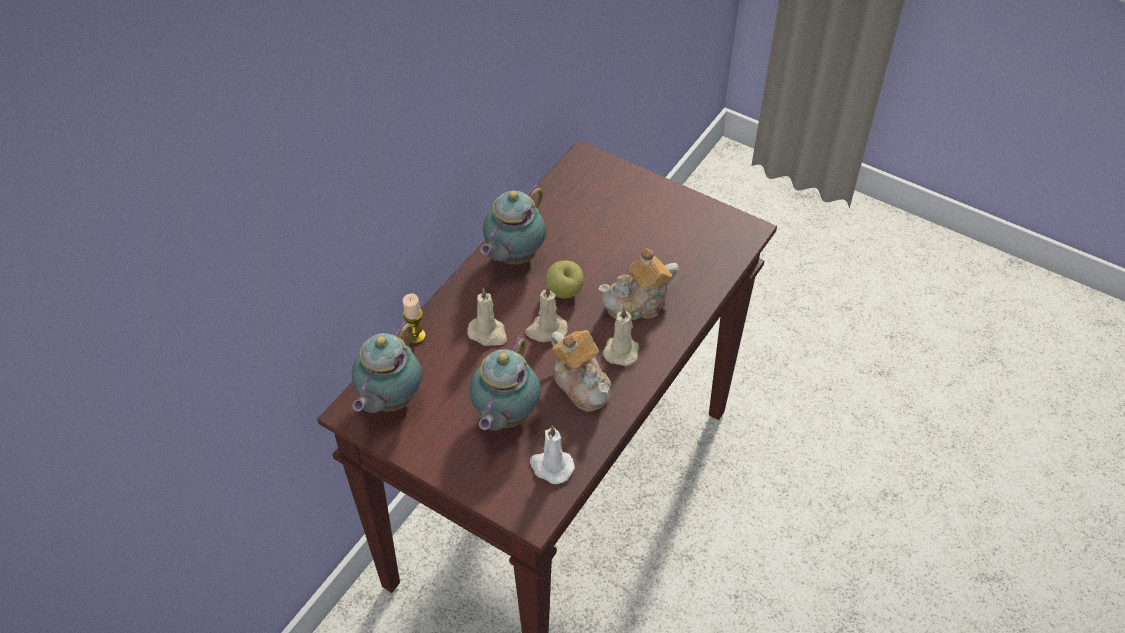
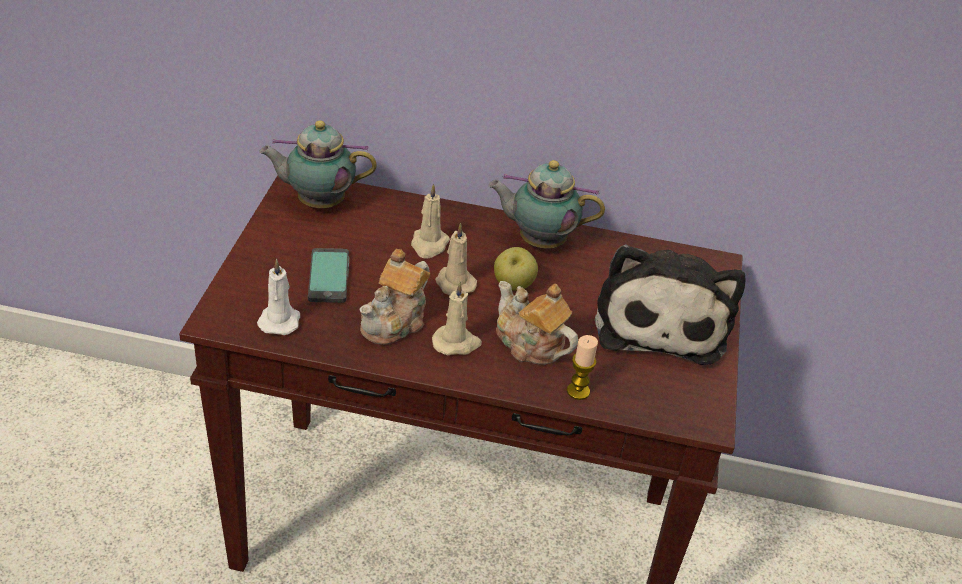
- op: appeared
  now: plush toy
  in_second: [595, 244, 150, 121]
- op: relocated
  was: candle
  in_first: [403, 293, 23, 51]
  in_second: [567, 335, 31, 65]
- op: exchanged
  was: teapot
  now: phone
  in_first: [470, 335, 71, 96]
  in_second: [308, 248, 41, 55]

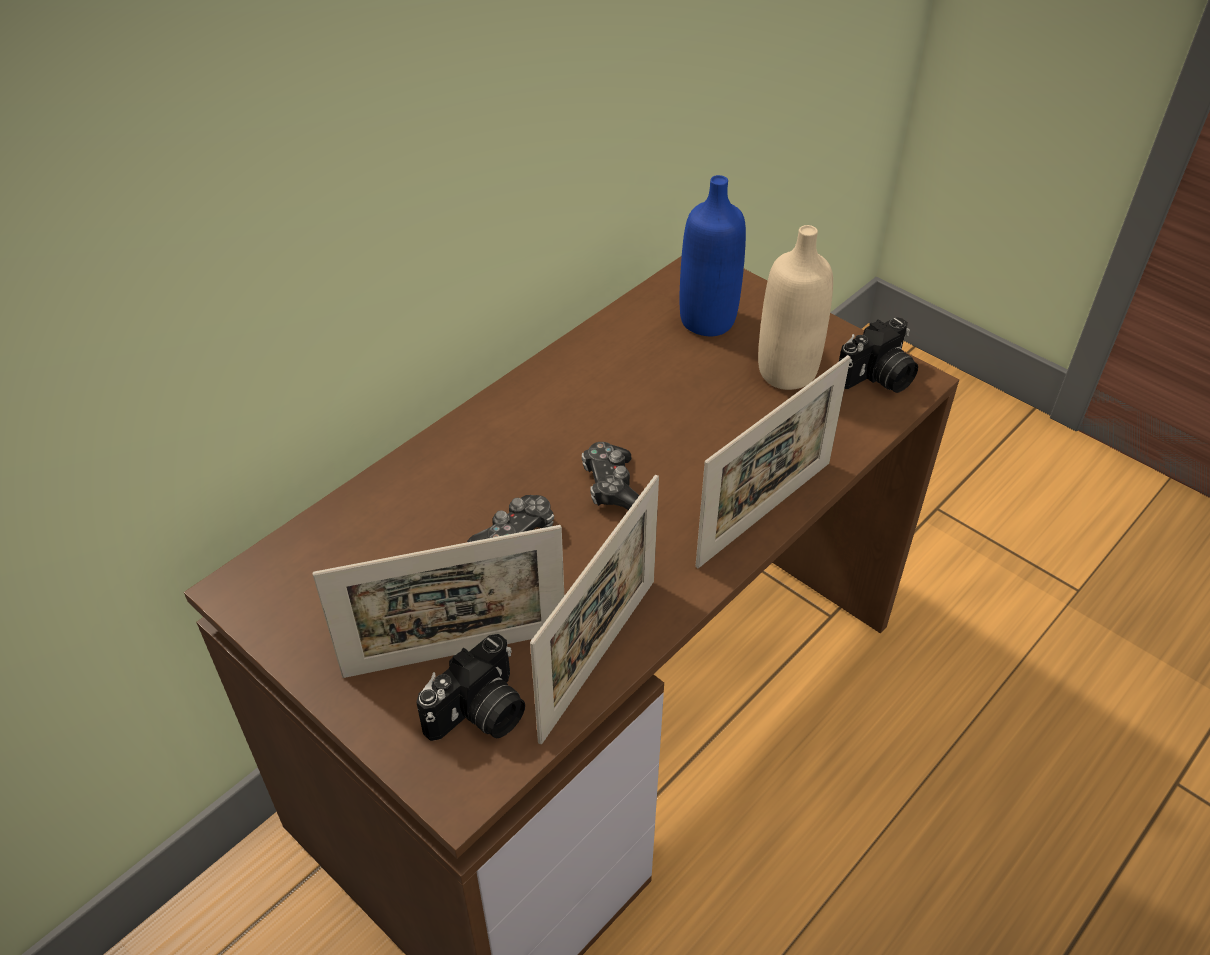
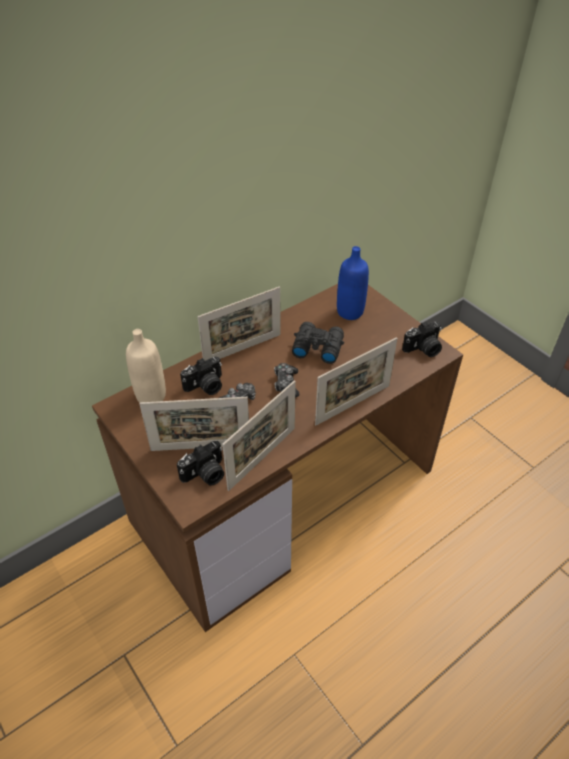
- op: appeared
  now: photo camera
  in_second: [180, 357, 42, 38]
- op: appeared
  now: picture frame
  in_second: [198, 286, 83, 75]
- op: appeared
  now: binoculars in black
  in_second: [292, 322, 53, 42]
- op: relocated
  was: bottle in beige
  in_first: [758, 225, 75, 165]
  in_second: [126, 329, 40, 74]

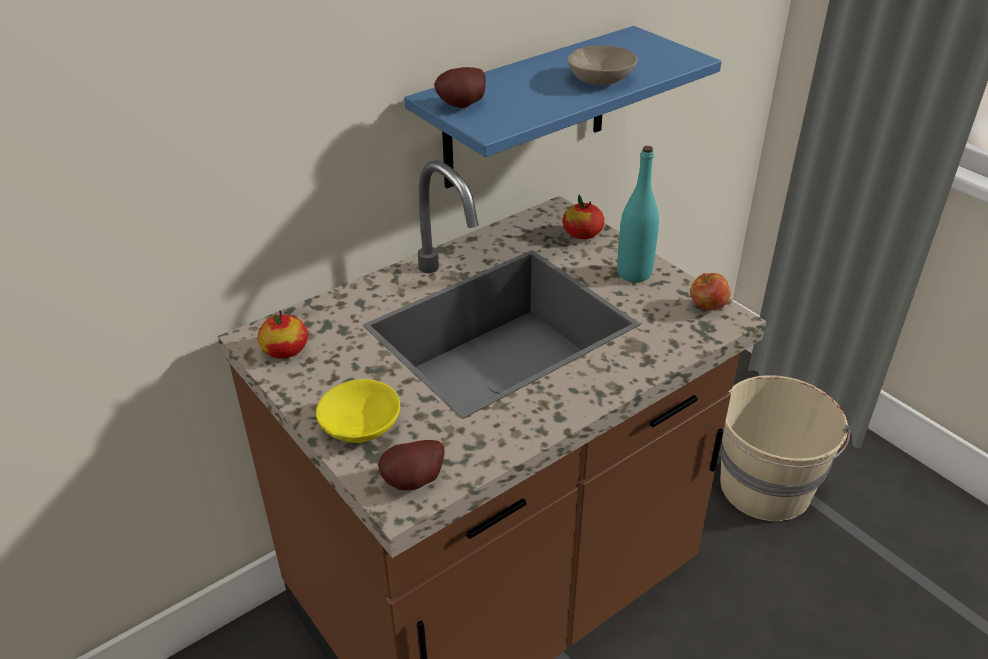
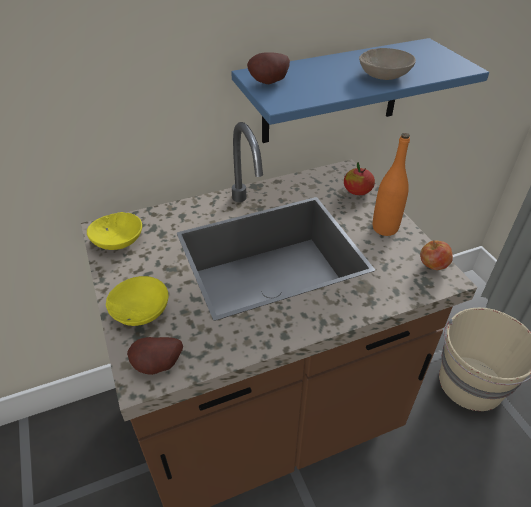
- op: exchanged
  was: apple
  now: bowl in yellow
  in_first: [258, 310, 50, 49]
  in_second: [87, 212, 55, 38]
- op: colour
  was: bottle in turquoise
  now: bottle in orange
  in_first: [617, 146, 42, 136]
  in_second: [373, 133, 37, 103]

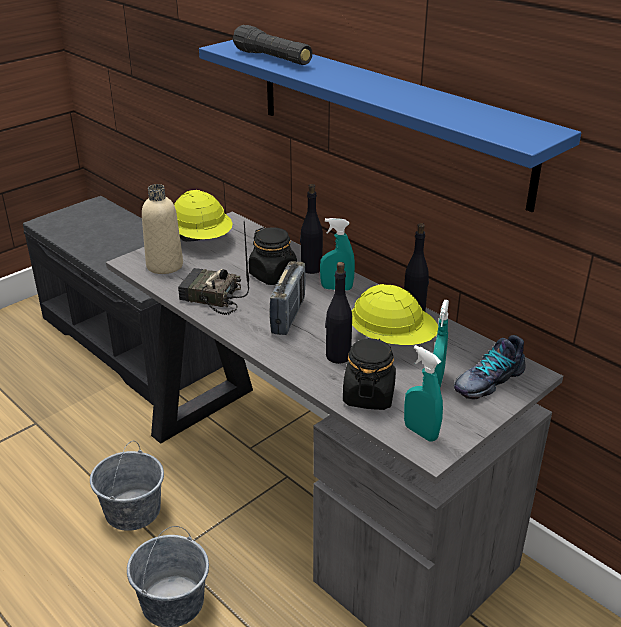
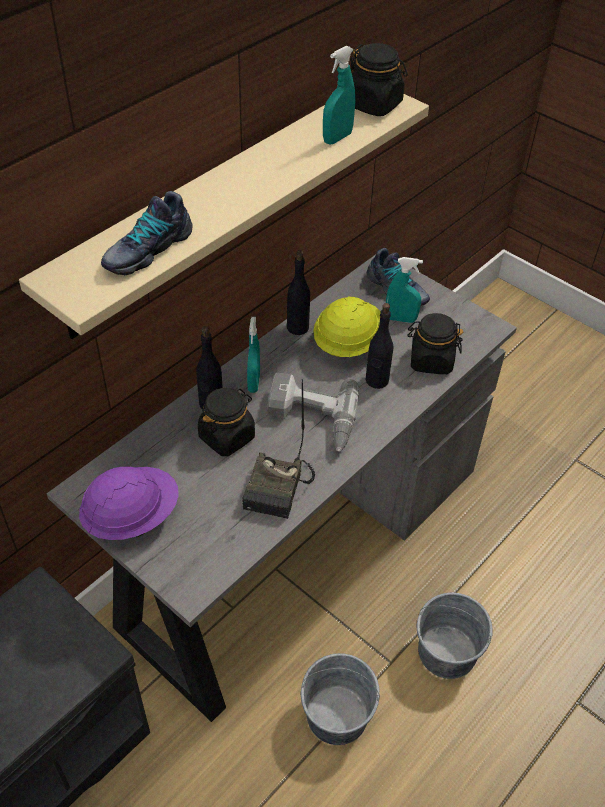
- op: missing
  was: bottle in beige
  in_first: [142, 184, 41, 90]
- op: appeared
  now: jar in black
  in_second: [350, 43, 58, 73]
- op: relocated
  was: spray bottle in turquoise
  in_first: [404, 345, 39, 97]
  in_second: [323, 46, 32, 99]
- op: exchanged
  was: flashlight in black
  now: shoe
  in_first: [233, 25, 80, 40]
  in_second: [101, 191, 91, 84]
- op: exchanged
  was: radio
  now: power drill
  in_first: [269, 261, 37, 74]
  in_second: [267, 372, 92, 80]
- op: colour
  was: hard hat in yellow
  now: hard hat in purple
  in_first: [174, 190, 59, 52]
  in_second: [79, 467, 100, 73]
- op: colour
  was: shelf in blue
  now: shelf in beige
  in_first: [199, 40, 382, 172]
  in_second: [19, 94, 410, 245]

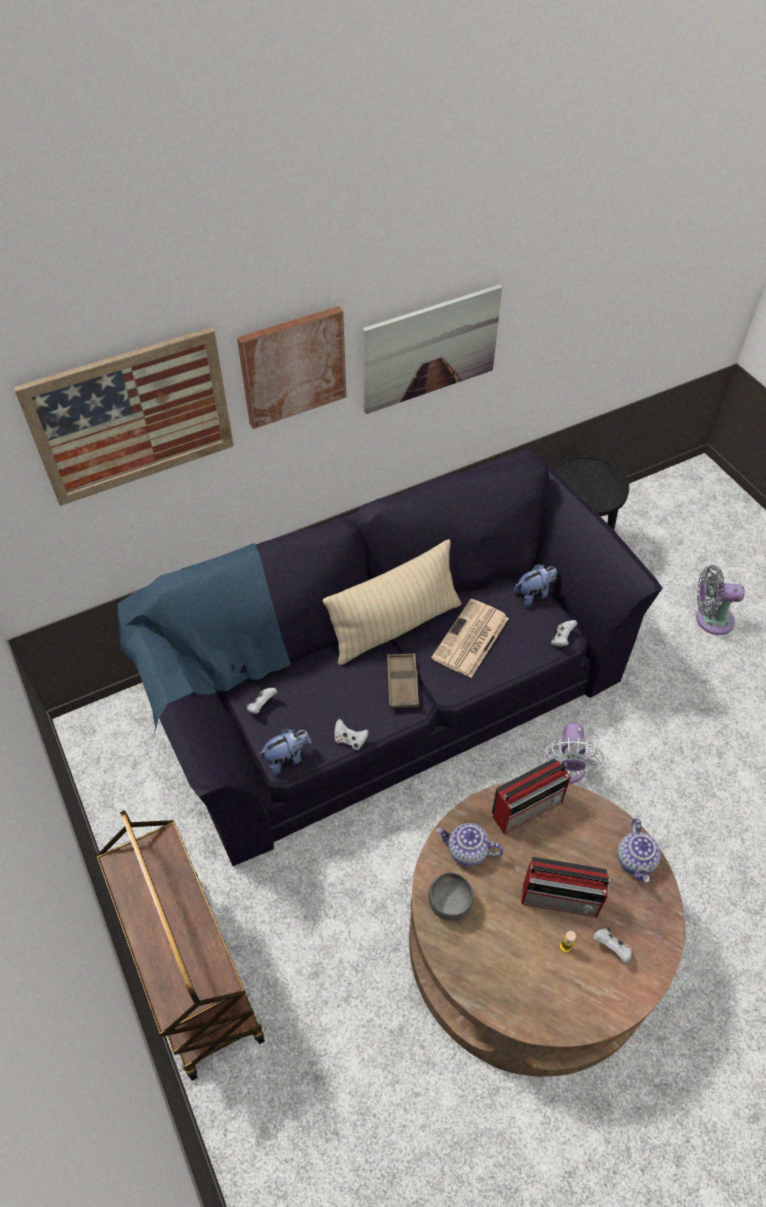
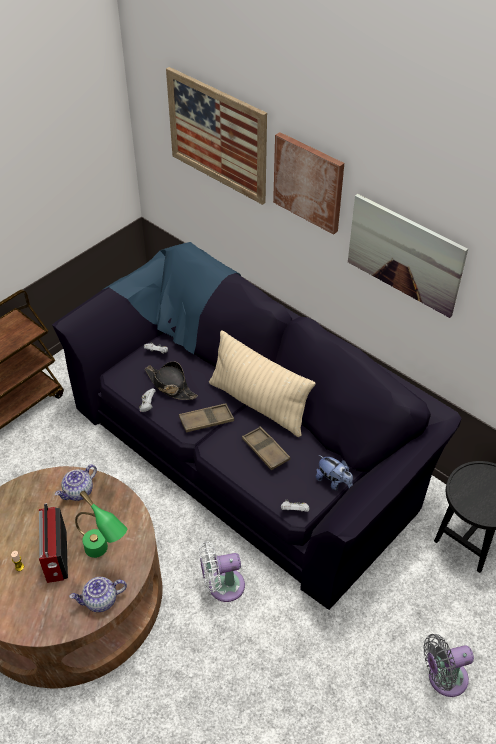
- op: missing
  was: plush toy
  in_first: [259, 728, 53, 47]
- op: missing
  was: bowl in grey
  in_first: [429, 873, 45, 48]
- op: missing
  was: radio
  in_first: [492, 758, 79, 76]
- op: missing
  was: game controller in white
  in_first: [593, 927, 39, 36]
- op: appeared
  now: table lamp in green
  in_second: [75, 490, 52, 68]
- op: appeared
  now: hat in black
  in_second: [145, 361, 53, 39]
- op: exchanged
  was: newspaper
  now: tray in brown
  in_first: [431, 599, 78, 79]
  in_second: [242, 426, 48, 44]
- op: spun
  was: teapot
  in_first: [436, 823, 68, 44]
  in_second: [55, 464, 42, 37]
  clockwise: -135
- op: spun
  was: fan in grey
  in_first: [696, 565, 49, 70]
  in_second: [423, 634, 51, 63]
  clockwise: -90

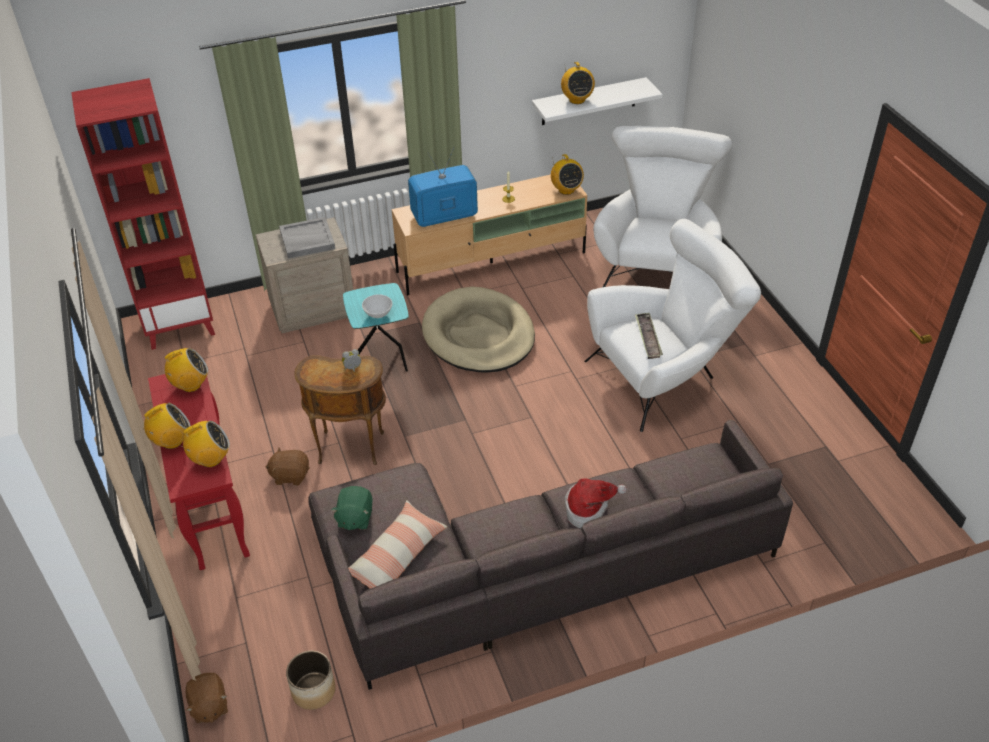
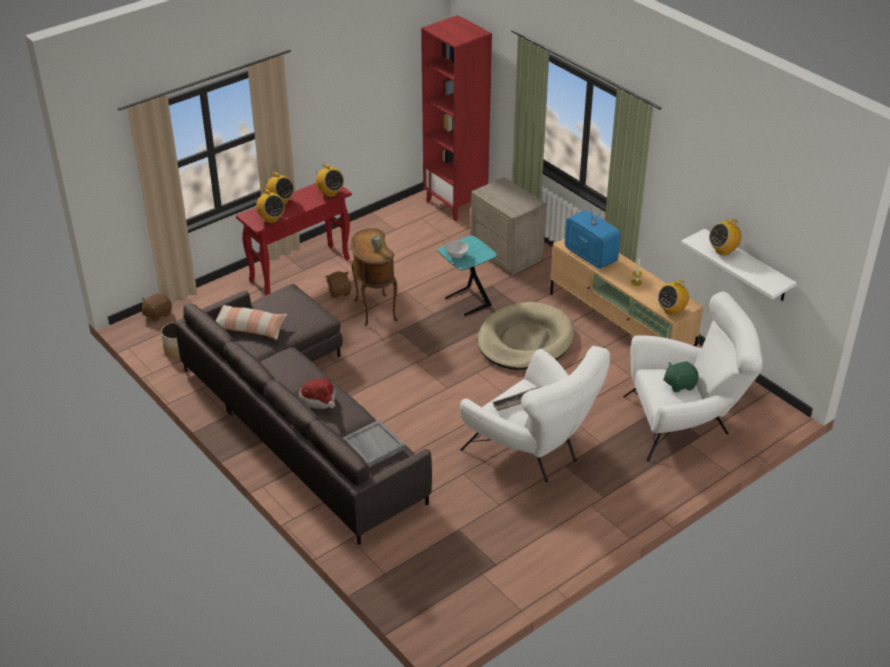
- op: relocated
  was: tray in grey
  in_first: [279, 217, 56, 41]
  in_second: [343, 420, 62, 47]
- op: relocated
  was: plush toy in green
  in_first: [331, 486, 41, 44]
  in_second: [663, 362, 36, 31]

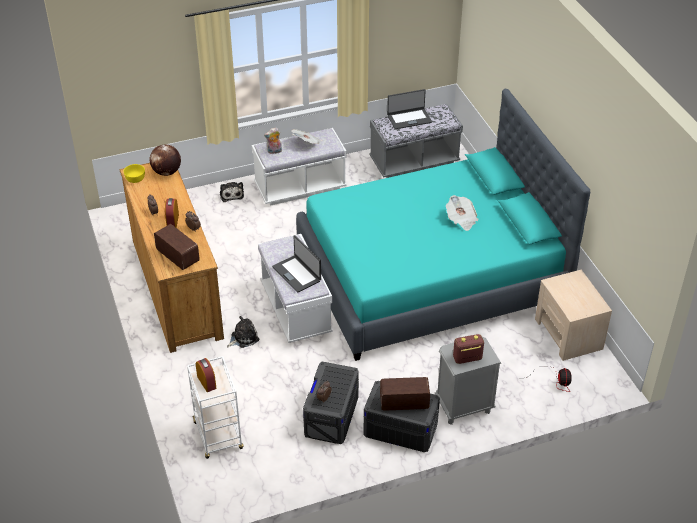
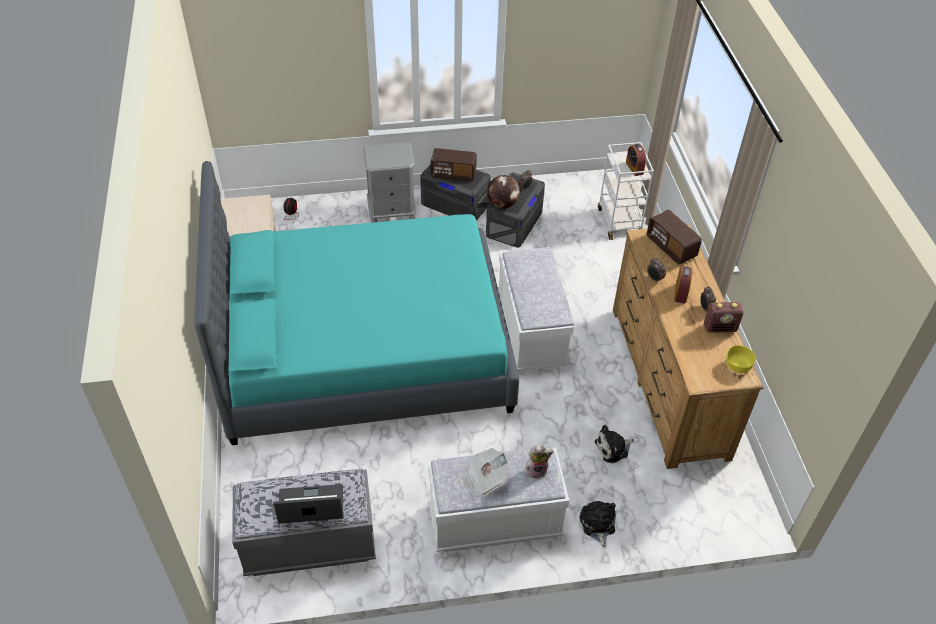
- op: missing
  was: laptop
  in_first: [272, 235, 49, 58]
- op: missing
  was: newspaper
  in_first: [446, 195, 33, 36]
- op: relocated
  was: globe
  in_first: [149, 144, 32, 32]
  in_second: [487, 175, 33, 34]
- op: relocated
  was: plush toy
  in_first: [227, 316, 32, 32]
  in_second: [595, 425, 39, 38]
- op: relocated
  was: radio
  in_first: [453, 334, 31, 30]
  in_second: [704, 302, 40, 31]

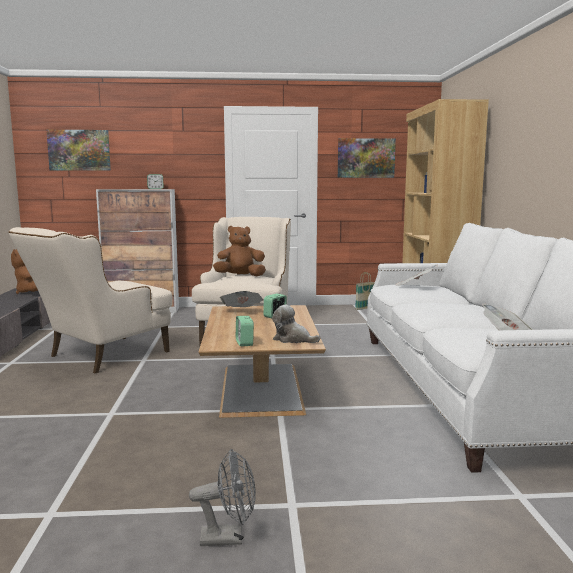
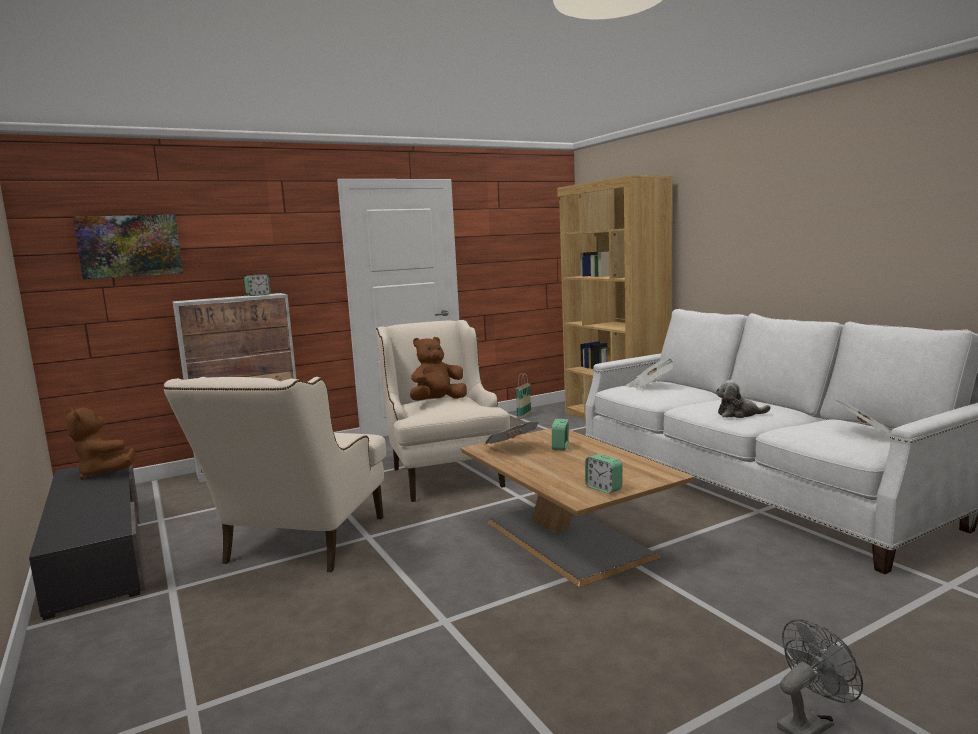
- op: missing
  was: picture
  in_first: [338, 138, 58, 40]
- op: relocated
  was: plush toy
  in_first: [272, 305, 48, 38]
  in_second: [716, 380, 55, 38]

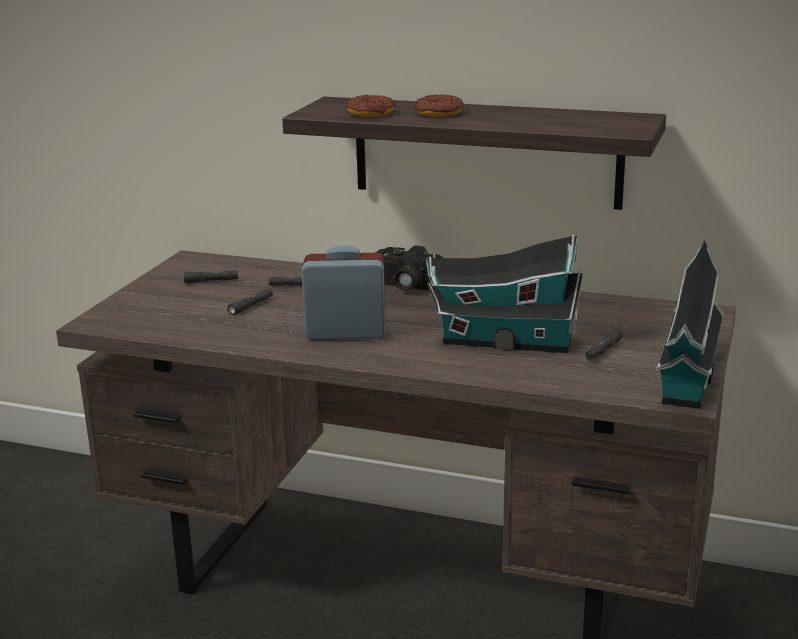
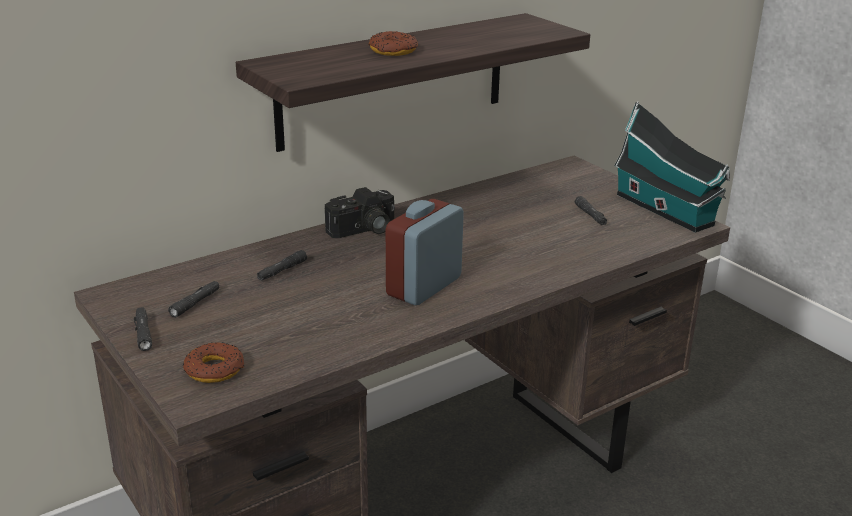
- op: missing
  was: toy house
  in_first: [426, 234, 157, 119]
- op: relocated
  was: flashlight in black
  in_first: [227, 288, 46, 27]
  in_second: [134, 307, 18, 44]
- op: relocated
  was: donut
  in_first: [346, 95, 49, 22]
  in_second: [183, 342, 61, 41]

